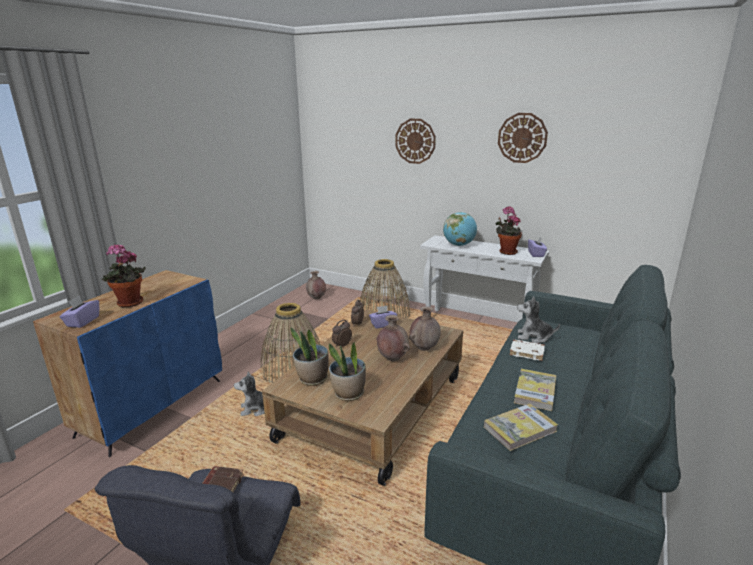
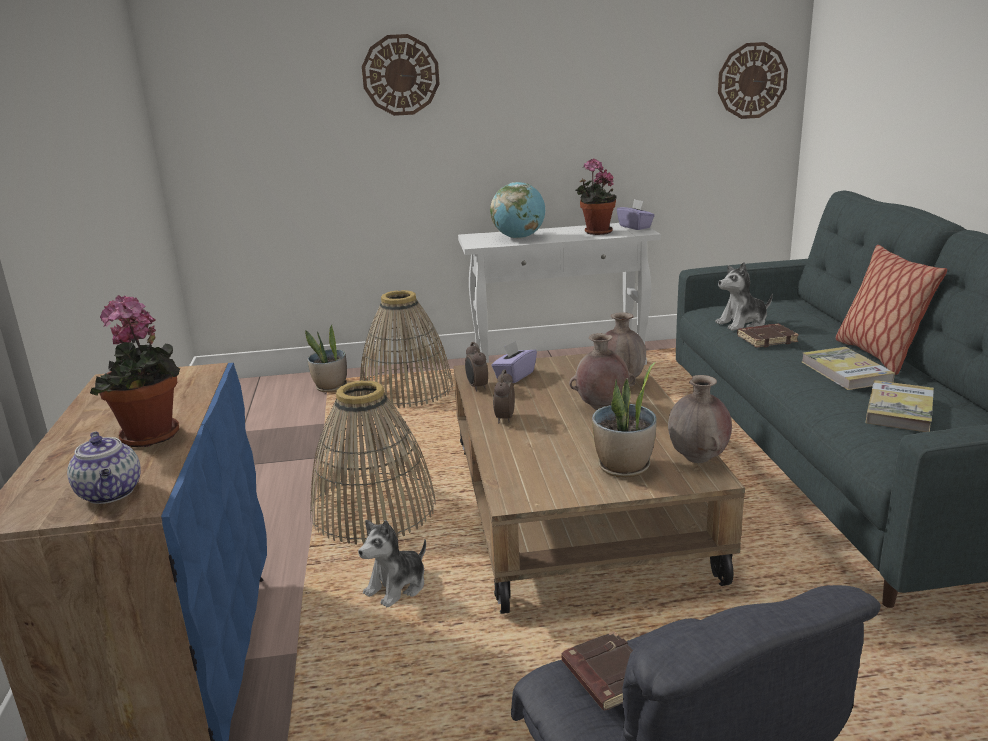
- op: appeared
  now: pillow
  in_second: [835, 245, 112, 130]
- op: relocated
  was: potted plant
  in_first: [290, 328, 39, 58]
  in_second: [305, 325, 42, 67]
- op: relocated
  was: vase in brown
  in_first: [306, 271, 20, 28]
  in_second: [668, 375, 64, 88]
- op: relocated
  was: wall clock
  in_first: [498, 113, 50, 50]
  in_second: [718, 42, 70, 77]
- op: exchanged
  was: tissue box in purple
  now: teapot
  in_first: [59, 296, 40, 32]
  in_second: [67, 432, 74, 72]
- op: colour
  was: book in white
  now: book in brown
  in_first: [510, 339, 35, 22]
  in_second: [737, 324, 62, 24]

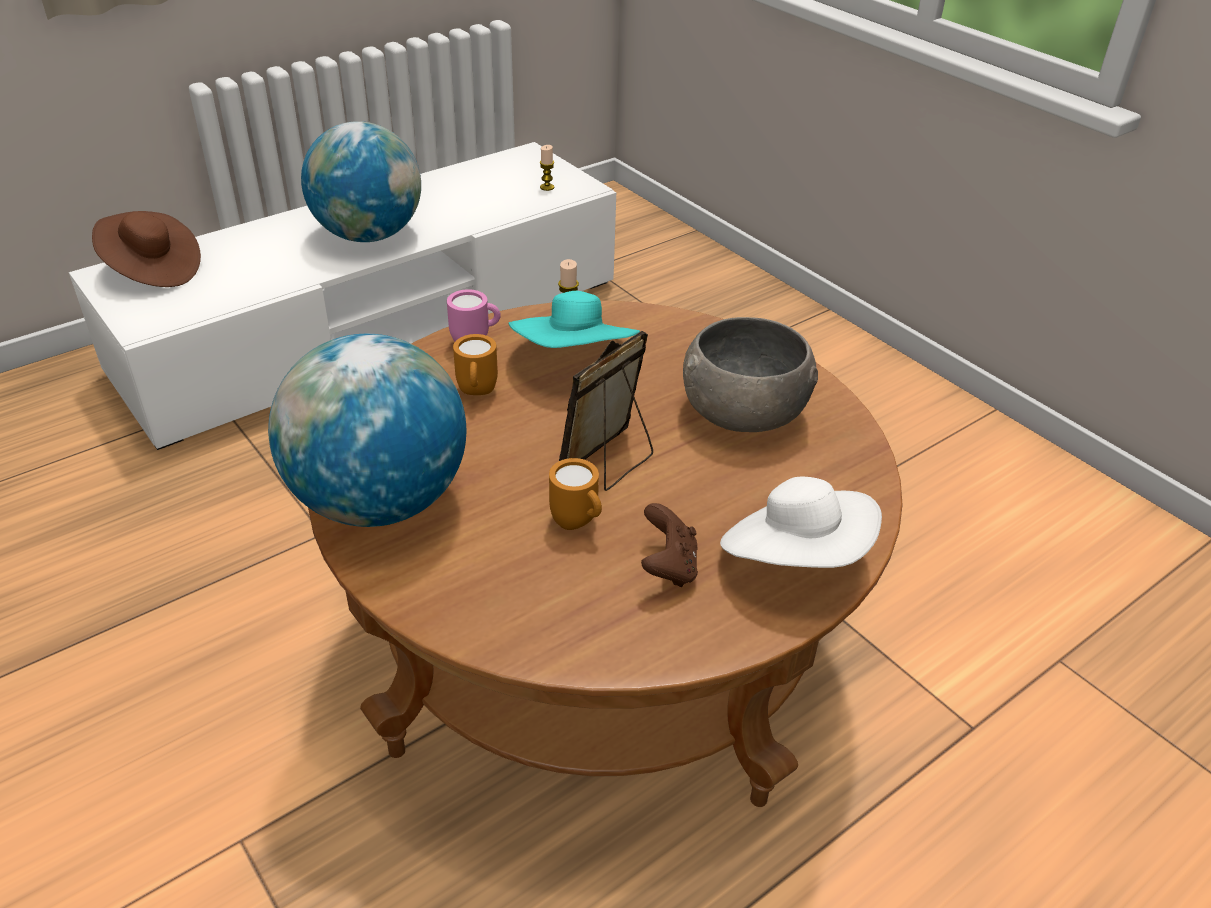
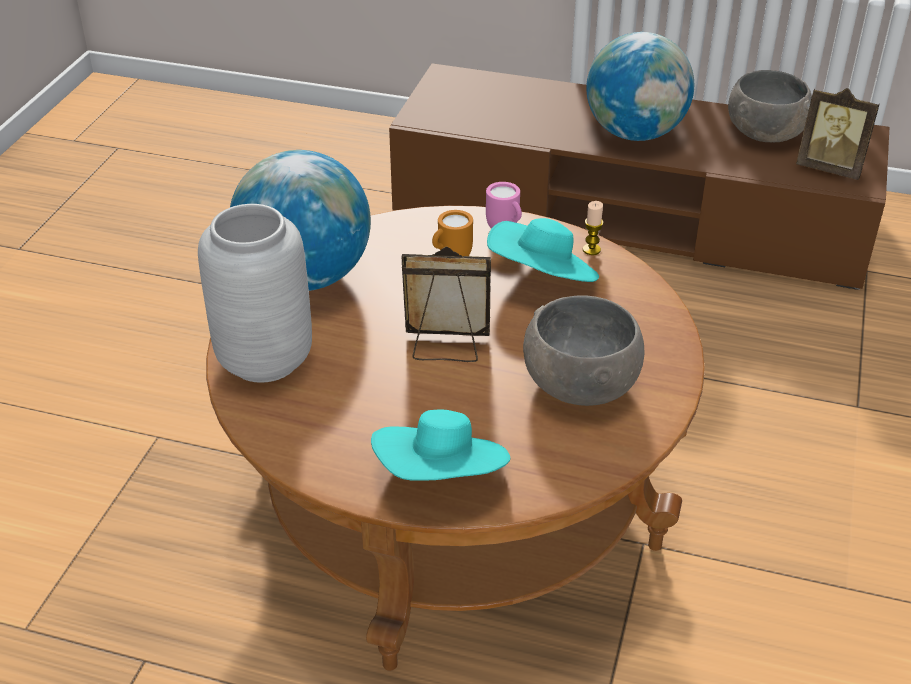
- op: missing
  was: hat in brown
  in_first: [92, 211, 109, 76]
- op: missing
  was: mug in orange
  in_first: [549, 458, 53, 72]
- op: missing
  was: game controller in brown
  in_first: [641, 503, 57, 84]
- op: appeared
  now: vase in grey
  in_second: [198, 204, 114, 179]
- op: appeared
  now: bowl in grey
  in_second: [728, 70, 84, 72]
- op: exchanged
  was: candle
  now: picture frame
  in_first: [539, 145, 15, 46]
  in_second: [796, 88, 83, 92]
- op: colour
  was: tv stand in white
  now: tv stand in brown
  in_first: [69, 142, 547, 308]
  in_second: [389, 63, 500, 227]
- op: colour
  was: hat in white
  now: hat in turquoise
  in_first: [720, 477, 162, 91]
  in_second: [371, 410, 139, 71]

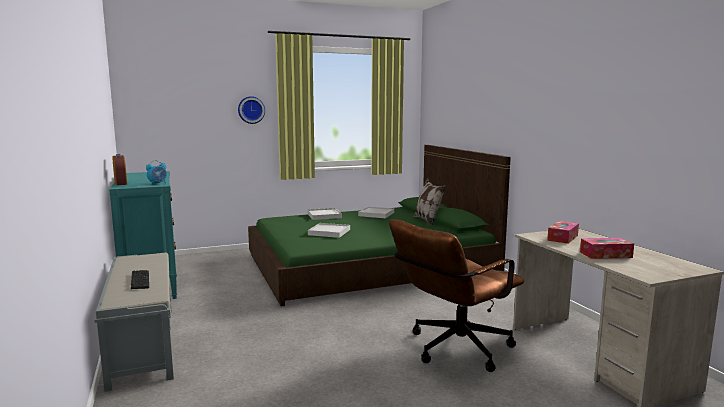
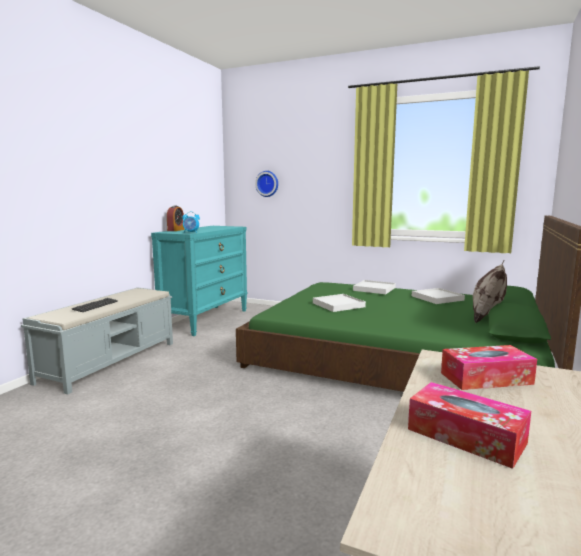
- op: missing
  was: office chair in brown
  in_first: [389, 219, 135, 153]
- op: relocated
  was: wall clock
  in_first: [238, 96, 27, 28]
  in_second: [255, 171, 23, 26]

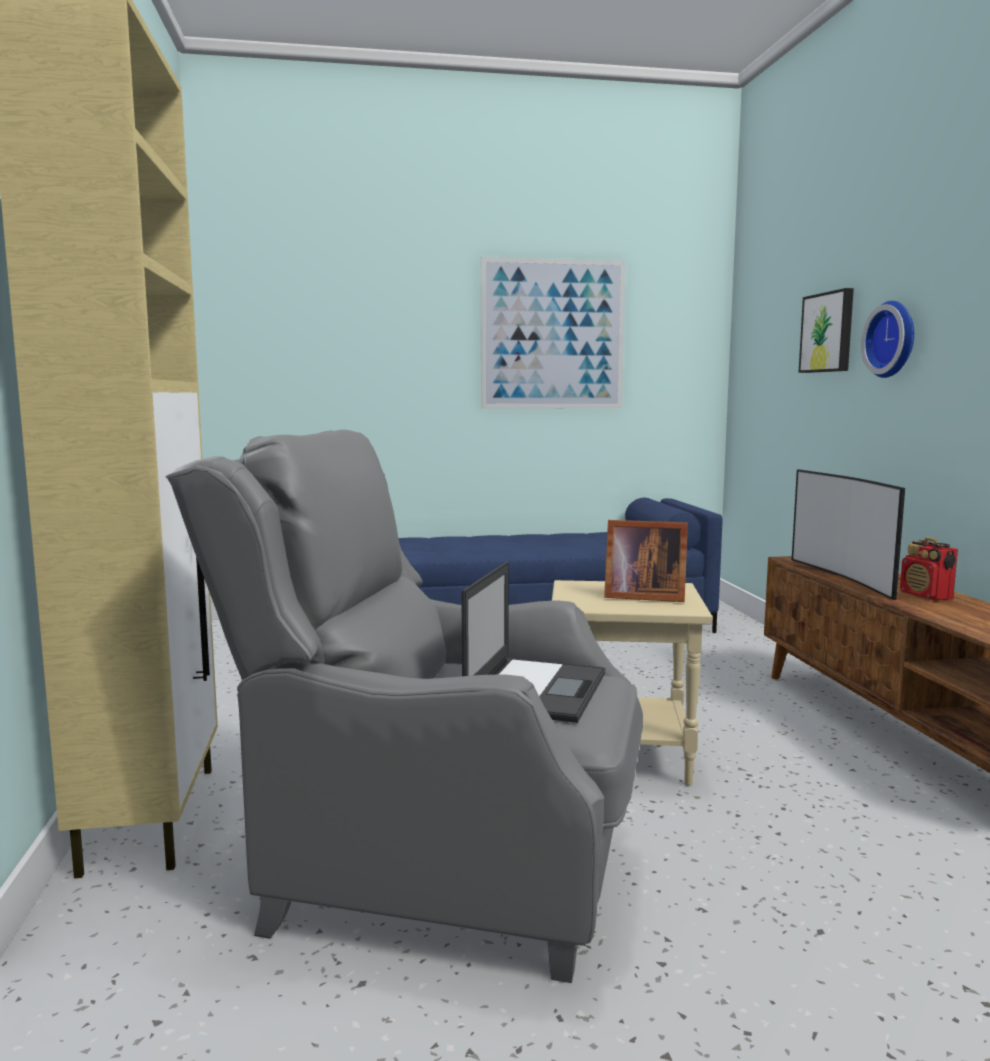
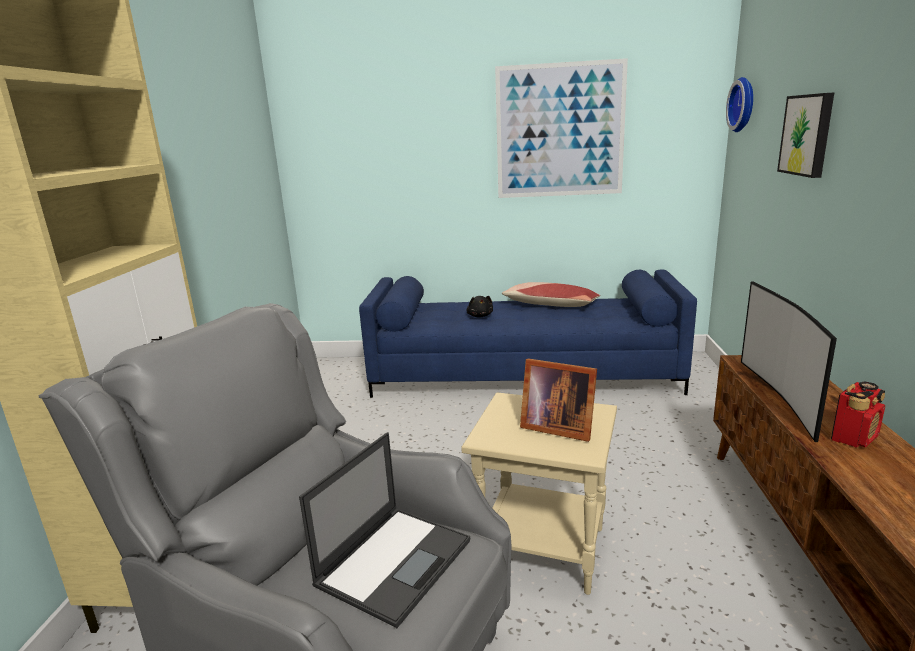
- op: appeared
  now: plush toy in black
  in_second: [466, 296, 27, 21]
- op: appeared
  now: pillow
  in_second: [502, 282, 99, 25]
- op: relocated
  was: wall clock
  in_first: [861, 301, 53, 77]
  in_second: [726, 77, 27, 55]
- op: spun
  was: radio
  in_first: [900, 537, 58, 63]
  in_second: [831, 381, 54, 67]
  clockwise: -120

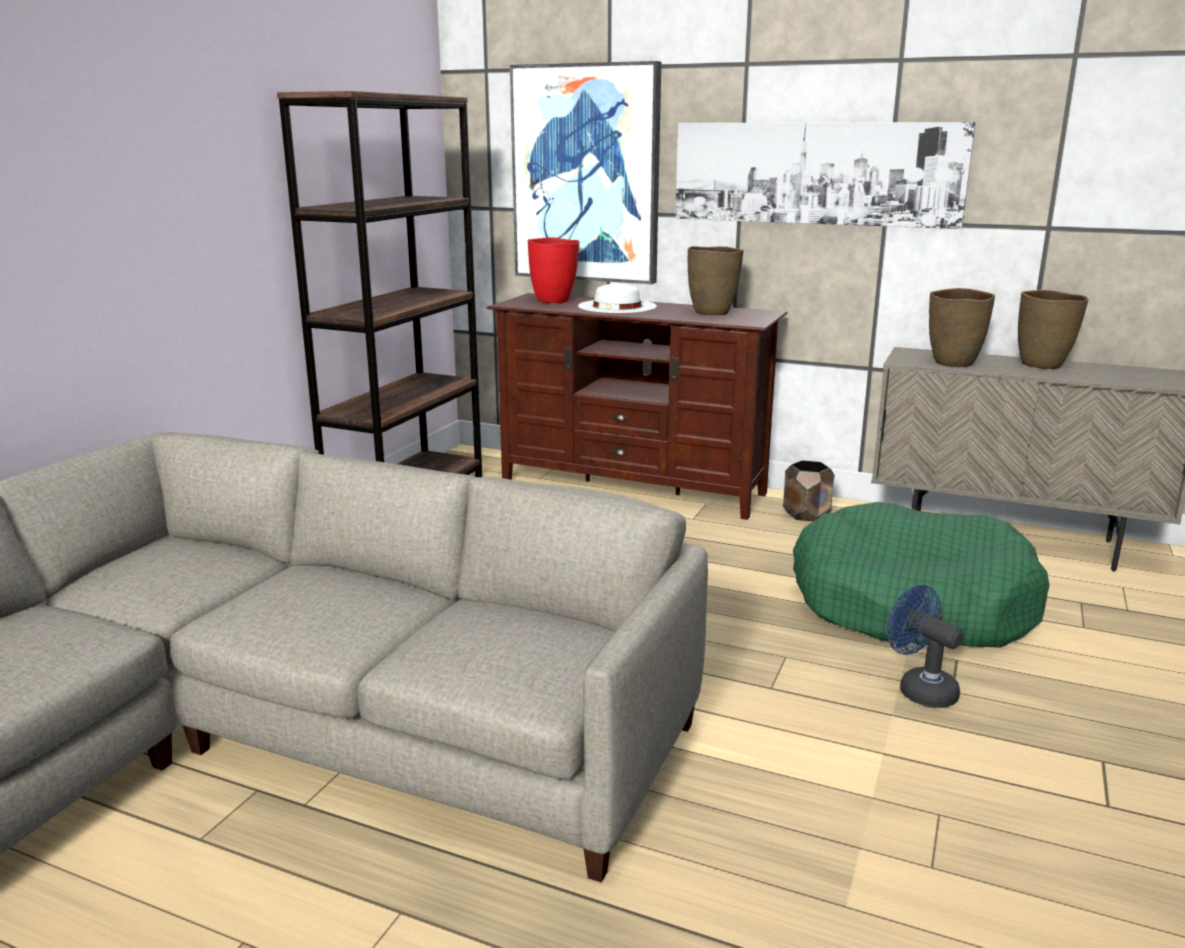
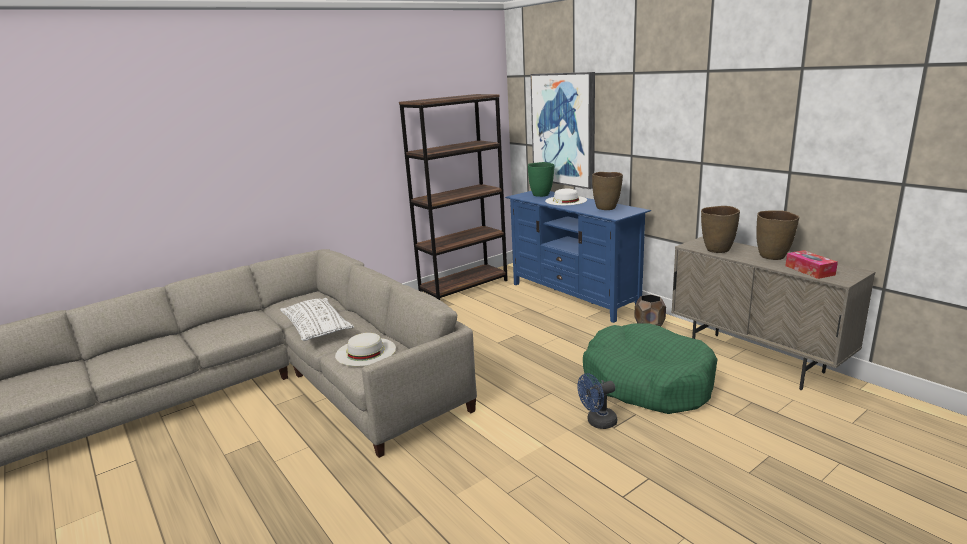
- op: missing
  was: picture
  in_first: [675, 122, 301, 107]
- op: appeared
  now: pillow in white
  in_second: [280, 298, 74, 43]
- op: appeared
  now: hat in white
  in_second: [335, 333, 61, 33]
- op: appeared
  now: tissue box
  in_second: [785, 250, 53, 29]
- op: colour
  was: tv stand in brown
  now: tv stand in blue
  in_first: [487, 293, 300, 227]
  in_second: [505, 191, 146, 132]
- op: colour
  was: vase in red
  now: vase in green
  in_first: [528, 238, 51, 65]
  in_second: [528, 162, 26, 35]
- op: spun
  was: fan in blue
  in_first: [887, 585, 76, 123]
  in_second: [577, 373, 40, 56]
  clockwise: -105

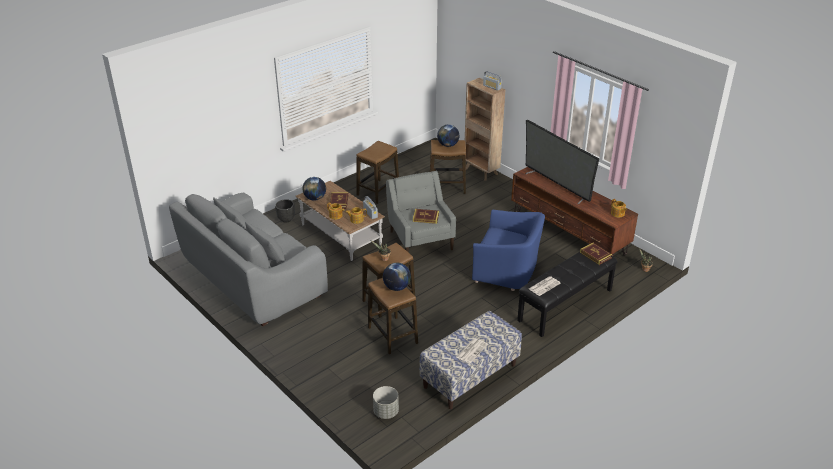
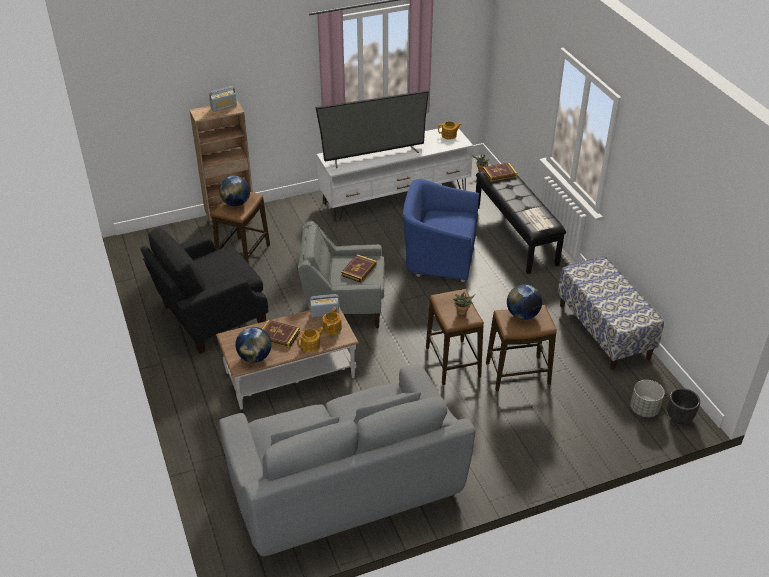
- op: missing
  was: newspaper
  in_first: [456, 338, 32, 26]
- op: relocated
  was: planter in black
  in_first: [275, 199, 20, 24]
  in_second: [667, 388, 33, 36]
- op: exchanged
  was: stool
  now: armchair in black
  in_first: [357, 141, 42, 63]
  in_second: [140, 228, 128, 126]
- op: colour
  was: tv stand in brown
  now: tv stand in white
  in_first: [511, 167, 127, 89]
  in_second: [317, 128, 156, 93]
- op: spun
  was: armchair in blue
  in_first: [472, 210, 73, 81]
  in_second: [403, 179, 76, 103]
  clockwise: -120

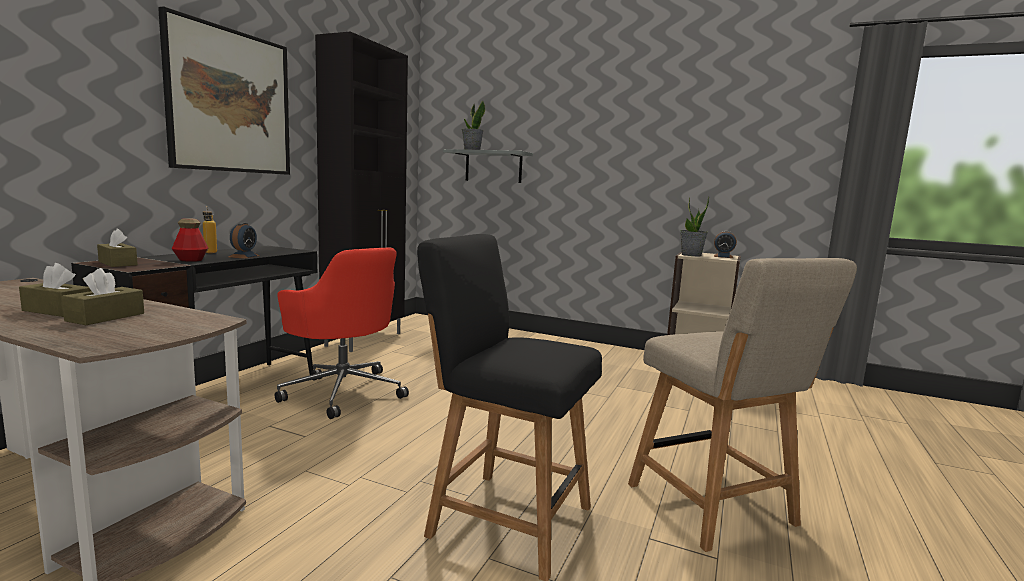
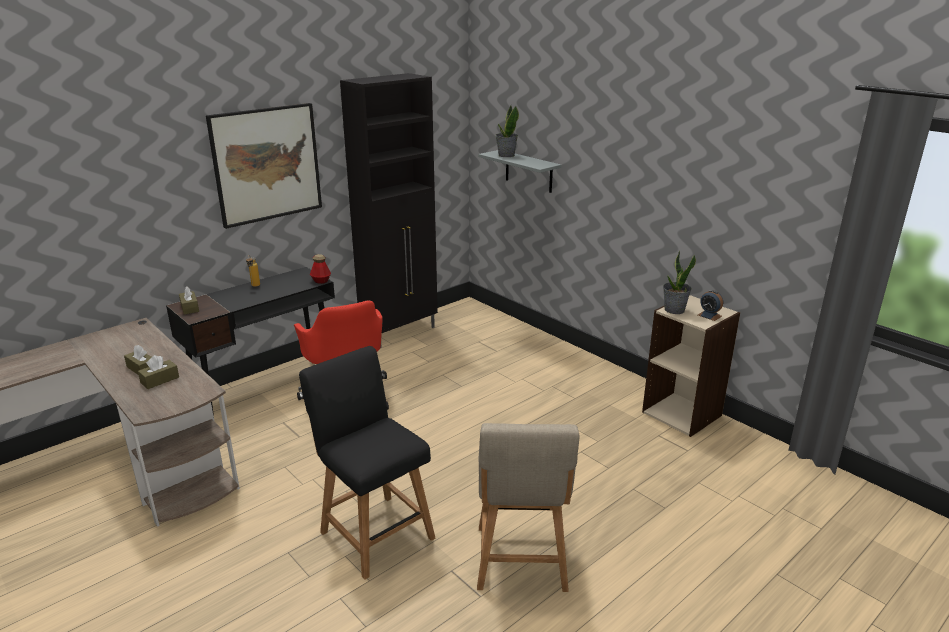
- op: missing
  was: alarm clock
  in_first: [229, 223, 31, 36]
- op: relocated
  was: bottle
  in_first: [172, 218, 36, 44]
  in_second: [310, 254, 21, 30]

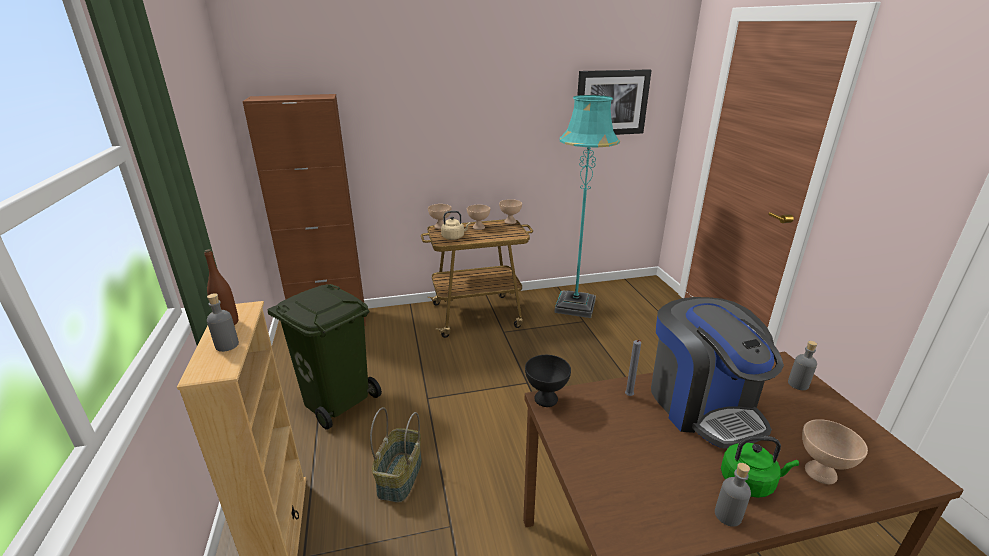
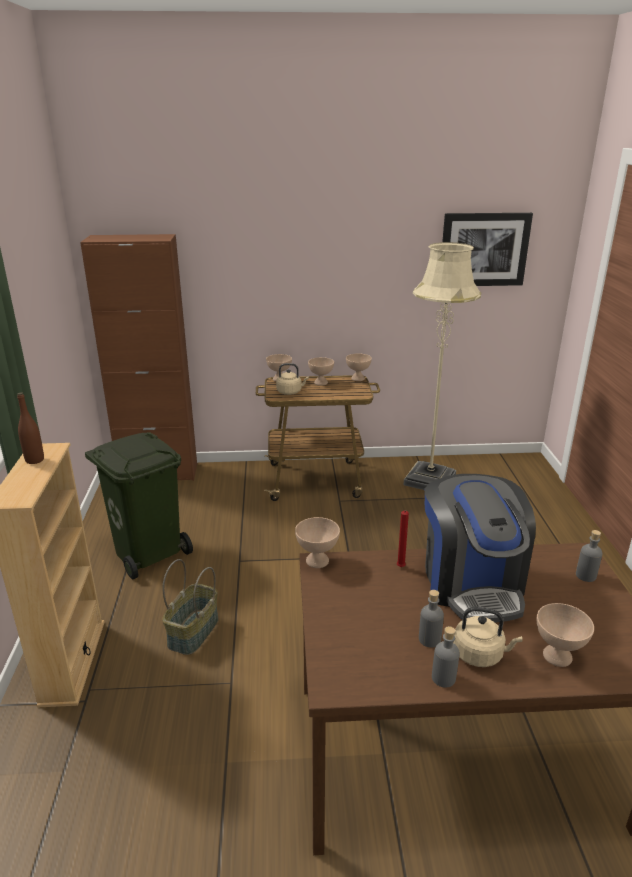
- op: relocated
  was: bottle in grey
  in_first: [207, 293, 32, 59]
  in_second: [419, 590, 25, 58]
- op: colour
  was: bowl in black
  now: bowl in beige
  in_first: [525, 355, 46, 52]
  in_second: [295, 517, 45, 51]
- op: colour
  was: floor lamp in turquoise
  now: floor lamp in beige
  in_first: [555, 95, 65, 223]
  in_second: [404, 242, 77, 248]
- op: colour
  was: candle in grey
  now: candle in red
  in_first: [625, 339, 16, 57]
  in_second: [397, 510, 12, 57]
- op: colour
  was: kettle in green
  now: kettle in beige
  in_first: [721, 435, 78, 63]
  in_second: [453, 607, 69, 60]

